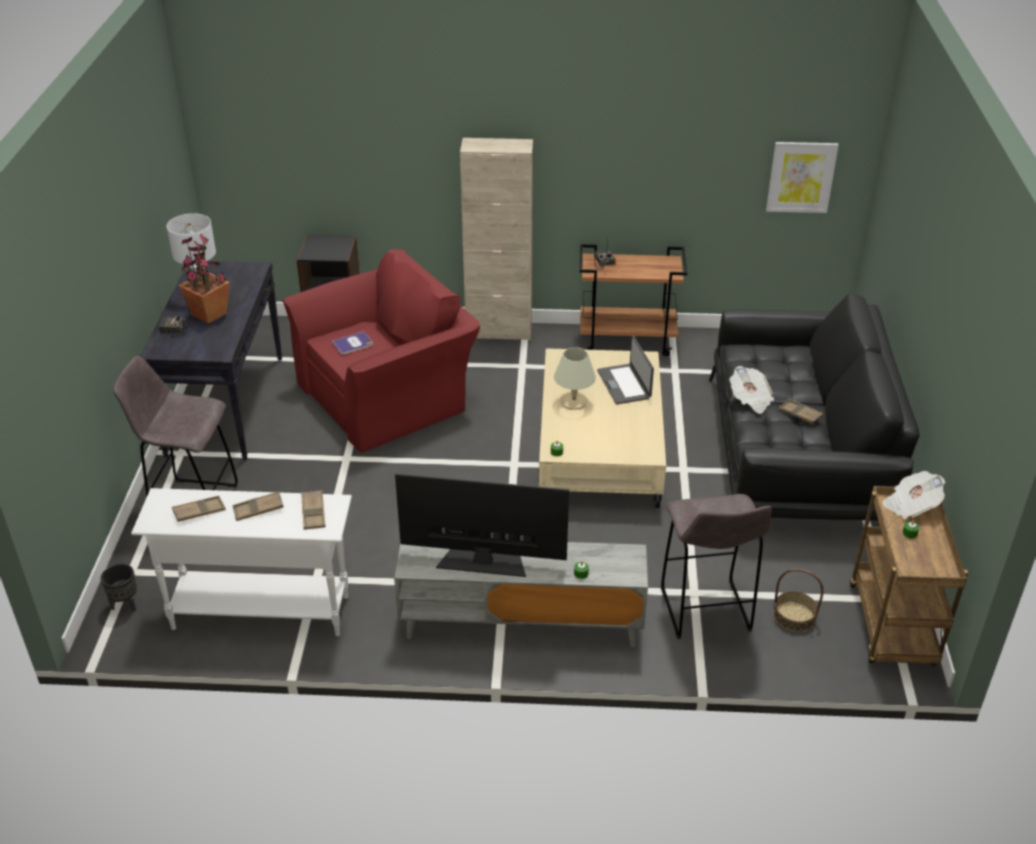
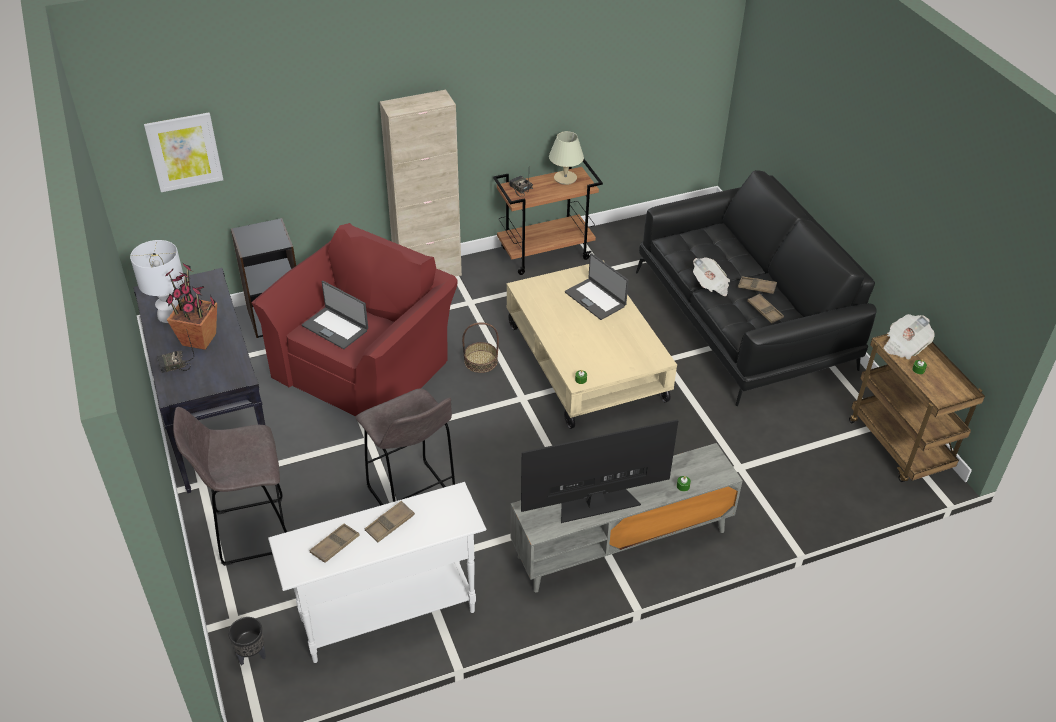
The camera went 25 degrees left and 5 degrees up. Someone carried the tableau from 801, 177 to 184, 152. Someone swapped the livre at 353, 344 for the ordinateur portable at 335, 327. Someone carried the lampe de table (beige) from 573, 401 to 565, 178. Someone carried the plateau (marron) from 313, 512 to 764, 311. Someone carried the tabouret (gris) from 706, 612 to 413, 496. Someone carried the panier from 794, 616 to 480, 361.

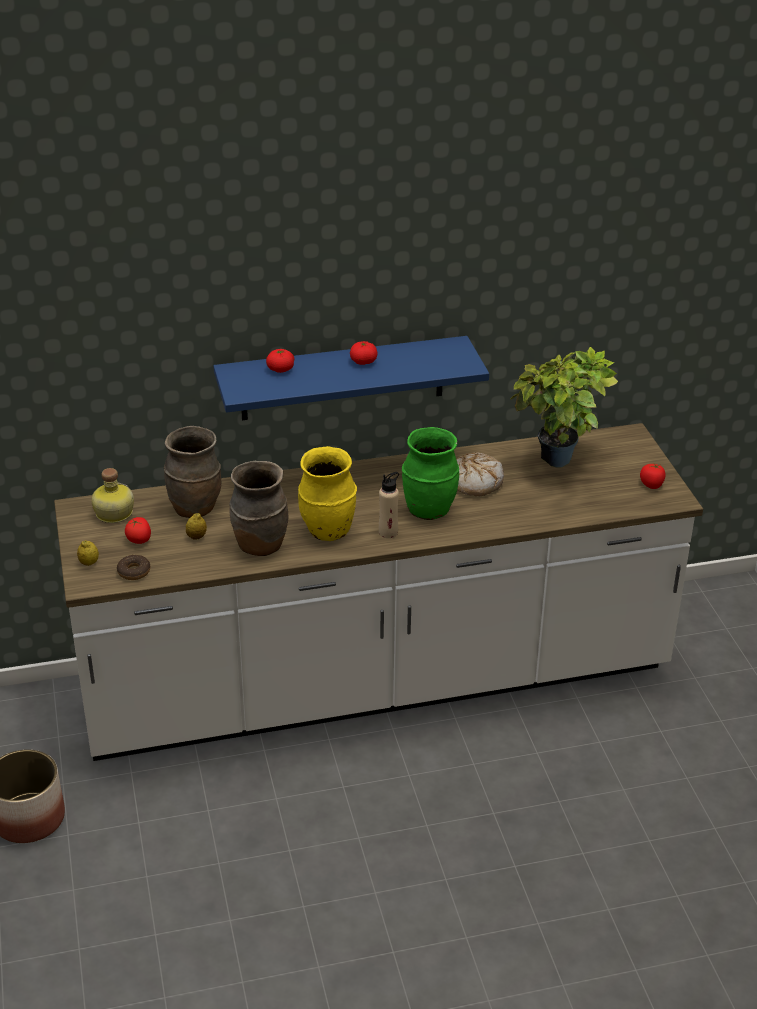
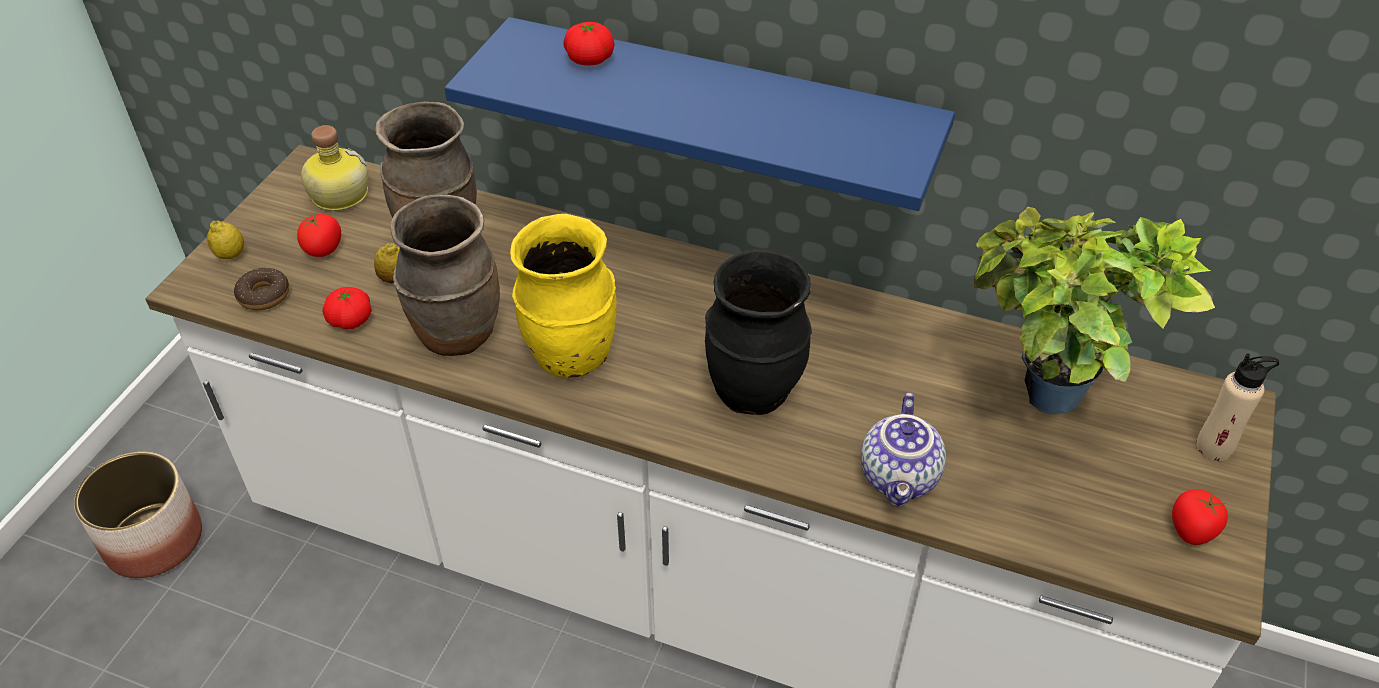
The camera went 35 degrees right and 10 degrees up. Someone carried the tomate from 363, 362 to 350, 320. Someone repainted the vase (vert) at 428, 509, which became the vase (noir) at 754, 390. Someone took away the pain at 475, 481. Someone carried the bouteille (beige) from 388, 532 to 1214, 447. Someone put down the théière at 901, 478.

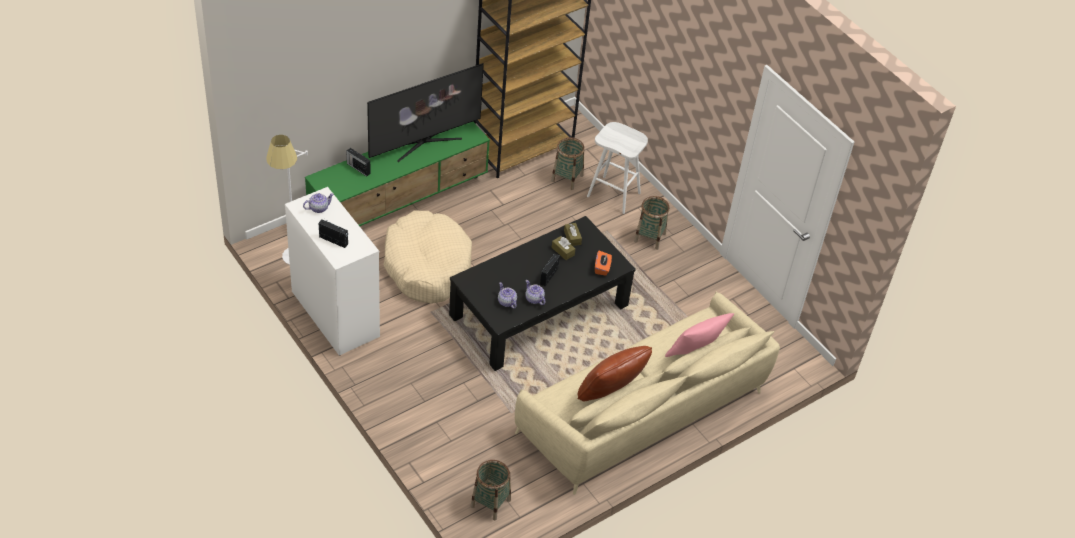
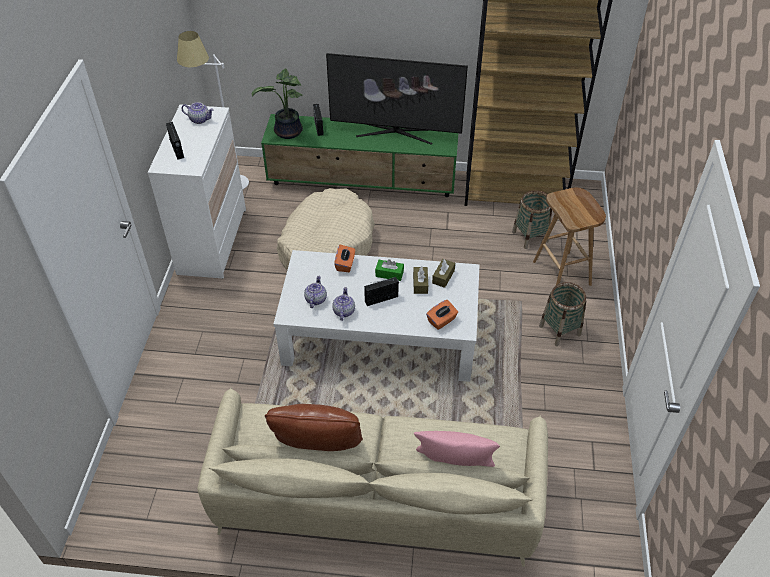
The camera went 45 degrees right and 0 degrees up. Someone repainted the tabouret (blanc) at 614, 194, which became the tabouret (marron) at 562, 273. Someone repainted the table basse (noir) at 538, 310, which became the table basse (blanc) at 379, 335. Someone took away the panier at 490, 503. Someone put down the plante en pot at 288, 133. Someone put down the boîte à mouchoirs (orange) at 345, 264. Someone put down the boîte à mouchoirs (vert) at 389, 274.

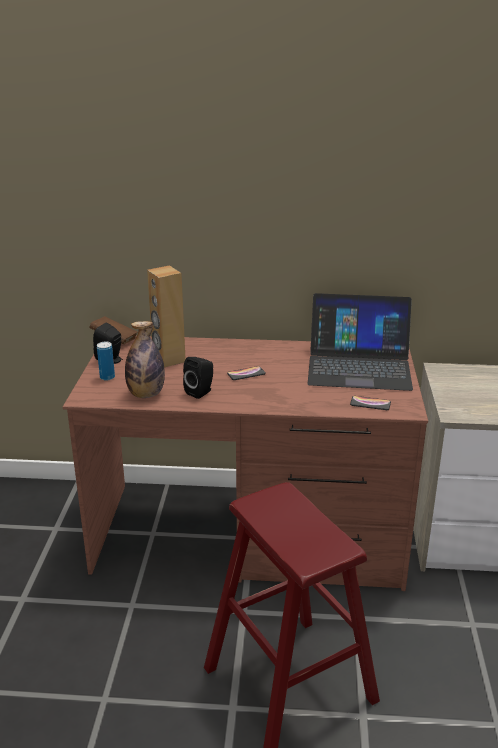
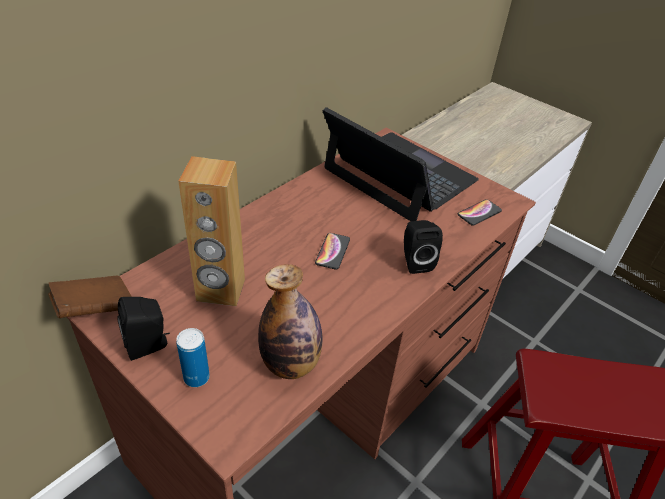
The camera went 55 degrees left and 15 degrees up. Someone rotated the ordinateur portable at 359, 366 by 90 degrees counterclockwise. Someone carried the enceinte (noir) from 201, 392 to 415, 261.

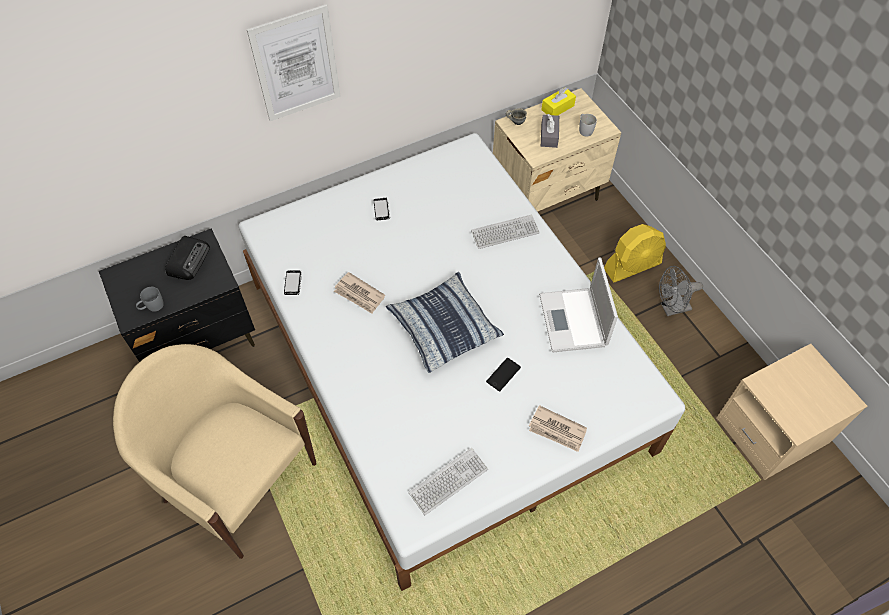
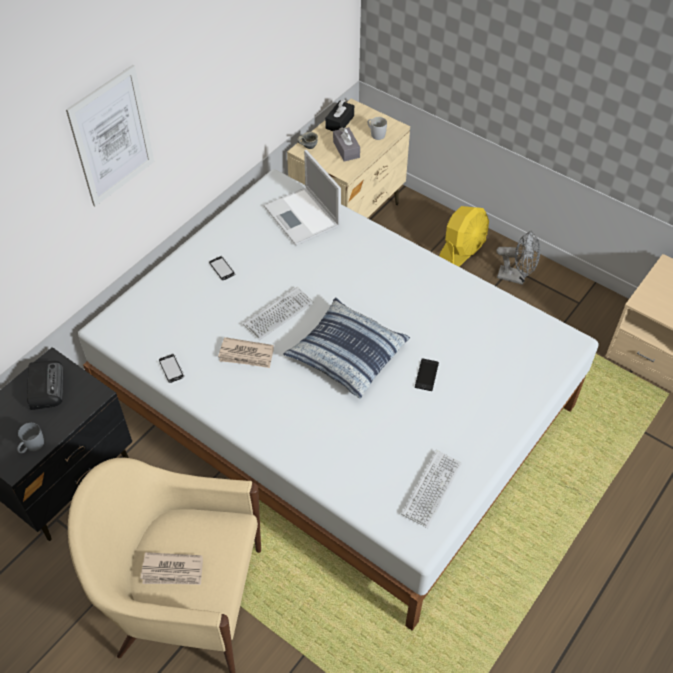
The camera went 25 degrees left and 5 degrees down. Someone repainted the boîte à mouchoirs (jaune) at 557, 108, which became the boîte à mouchoirs (noir) at 339, 122. Someone carried the clavier from 505, 232 to 278, 314. Someone carried the ordinateur portable from 573, 321 to 303, 217. Someone rotated the ventilateur (gris) at 671, 309 by 120 degrees counterclockwise. Someone carried the journal from 557, 430 to 173, 571.

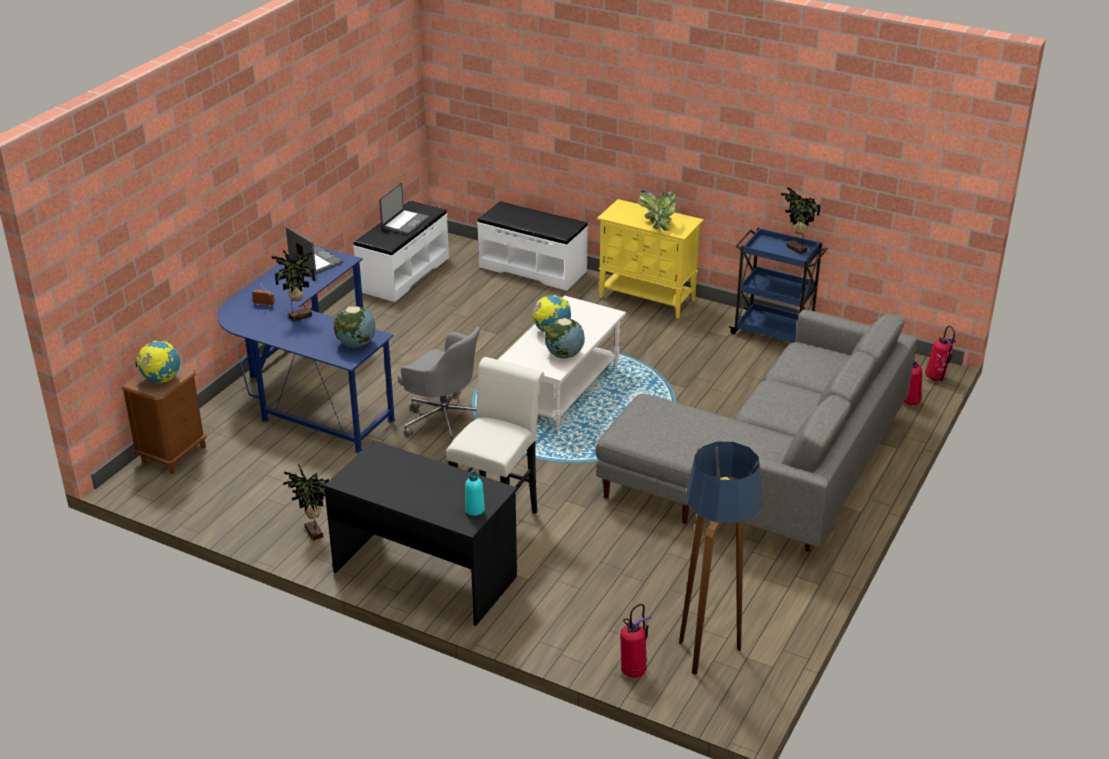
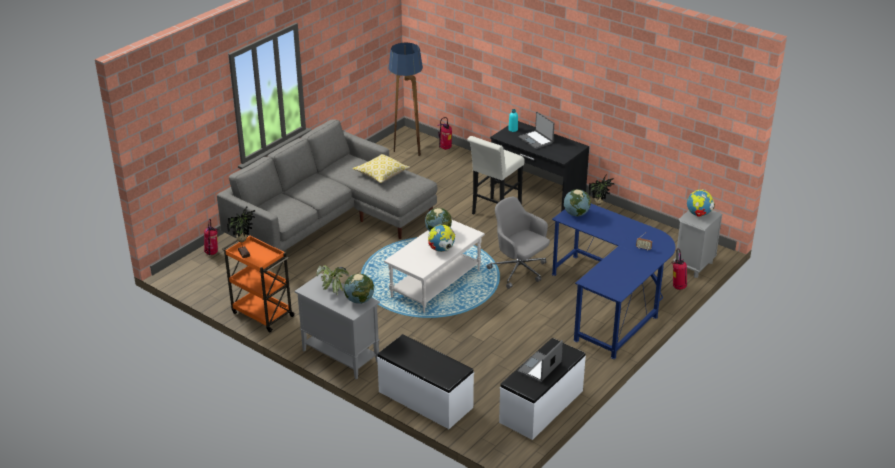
The camera went 170 degrees left and 0 degrees up. Someone repainted the meuble de rangement (jaune) at 648, 298, which became the meuble de rangement (gris) at 340, 356. Someone carried the ordinateur portable from 315, 261 to 536, 140. Someone repainted the chariot (bleu) at 773, 332, which became the chariot (orange) at 261, 314. Someone took away the plante en pot at 299, 316. Someone carried the extincteur from 936, 378 to 678, 287. Someone repainted the table de chevet (marron) at 173, 454, which became the table de chevet (gris) at 693, 266. Someone put down the coussin at 381, 174. Someone put down the globe at 359, 300.

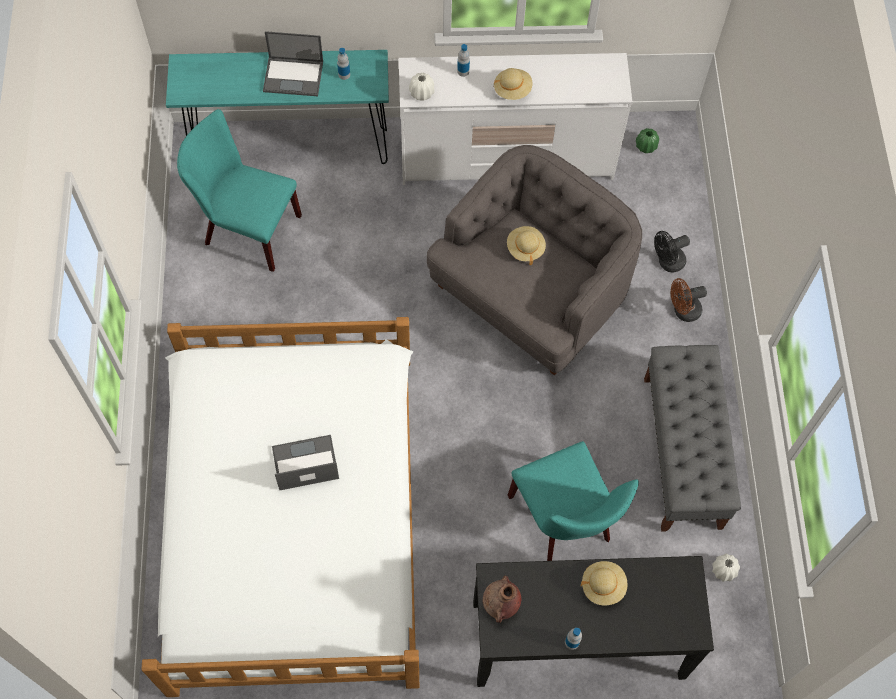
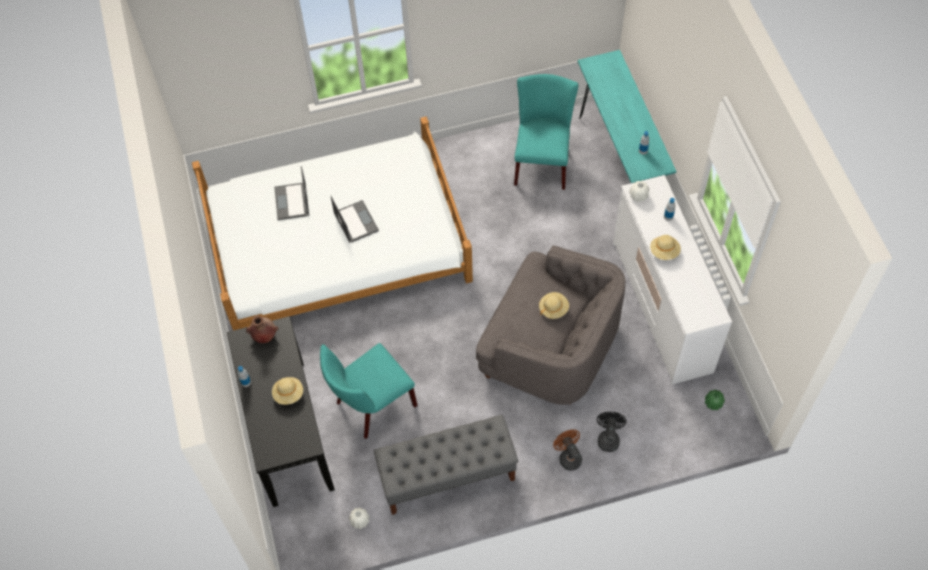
The camera went 80 degrees right and 5 degrees down. Someone carried the ordinateur portable from 294, 76 to 292, 202. Someone rotated the ventilateur (noir) at 667, 263 by 45 degrees clockwise.

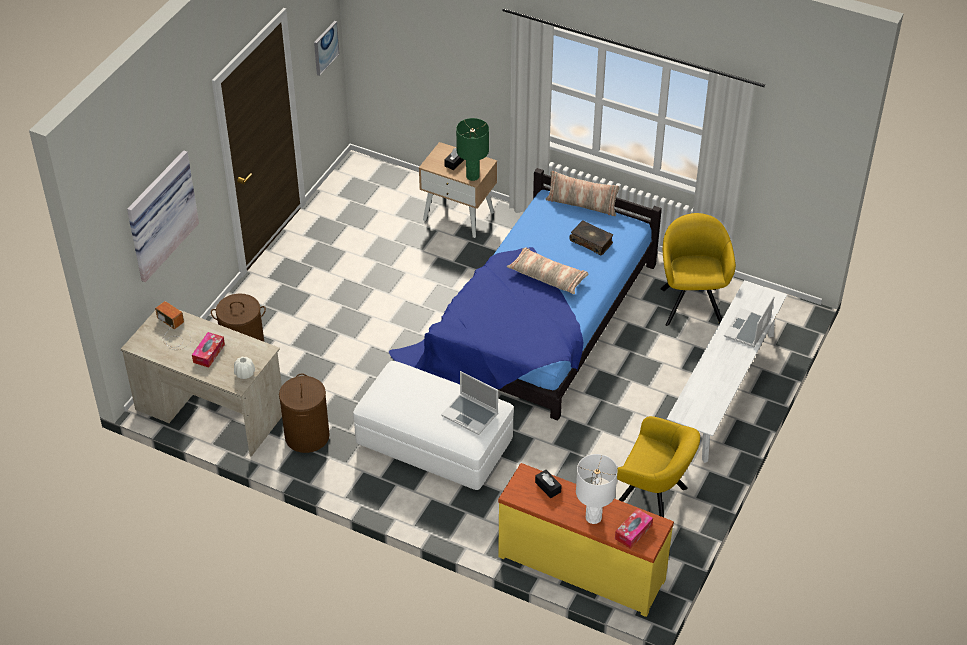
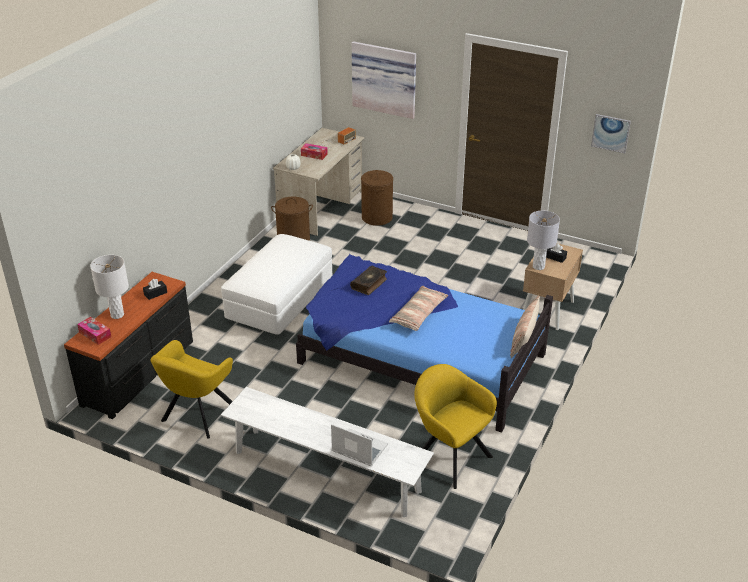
The camera went 90 degrees right and 10 degrees down. Someone repainted the lampe de table (vert) at 472, 176, which became the lampe de table (gris) at 538, 266. Someone rotated the fauteuil (jaune) at 691, 302 by 135 degrees counterclockwise. Someone carried the livre from 591, 241 to 369, 284. Someone took away the ordinateur portable at 471, 415. Someone repainted the commode (jaune) at 582, 566, which became the commode (noir) at 140, 373.

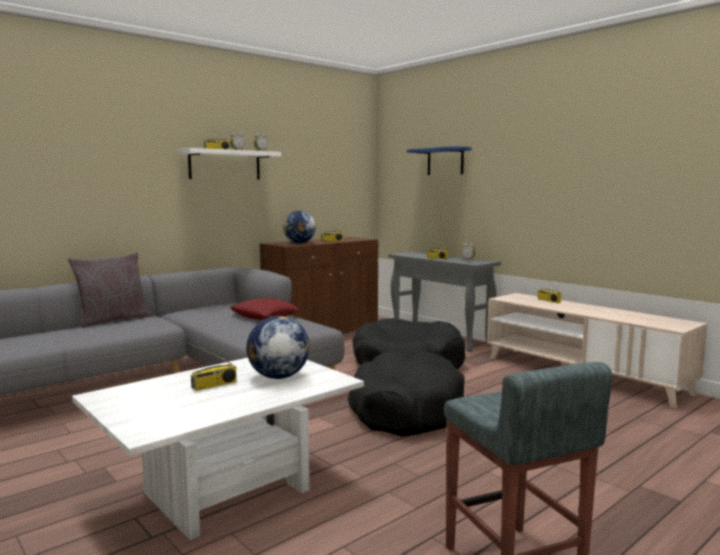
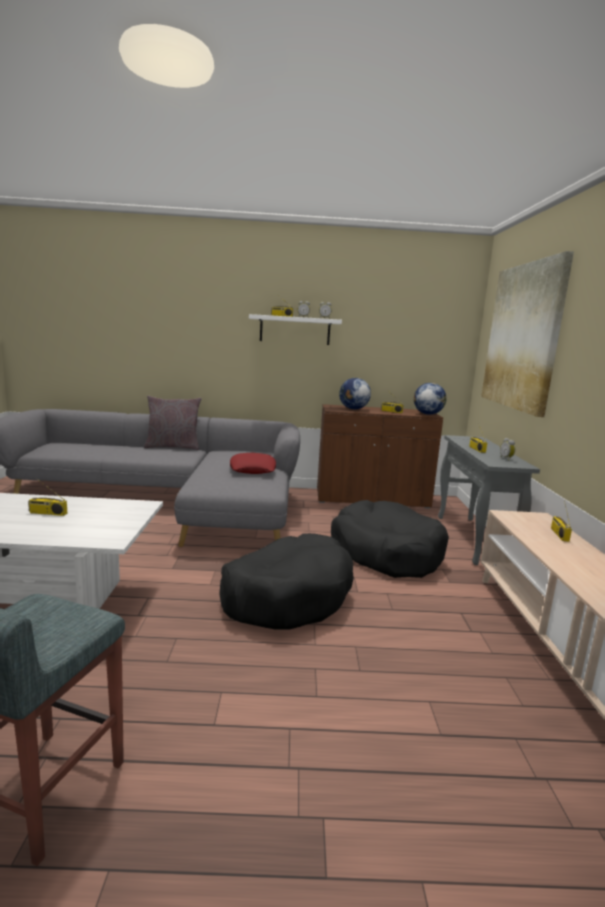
The camera went 40 degrees right and 5 degrees up. Someone swapped the étagère (bleu) at 445, 161 for the tableau at 522, 337. Someone carried the globe from 278, 377 to 427, 414.

